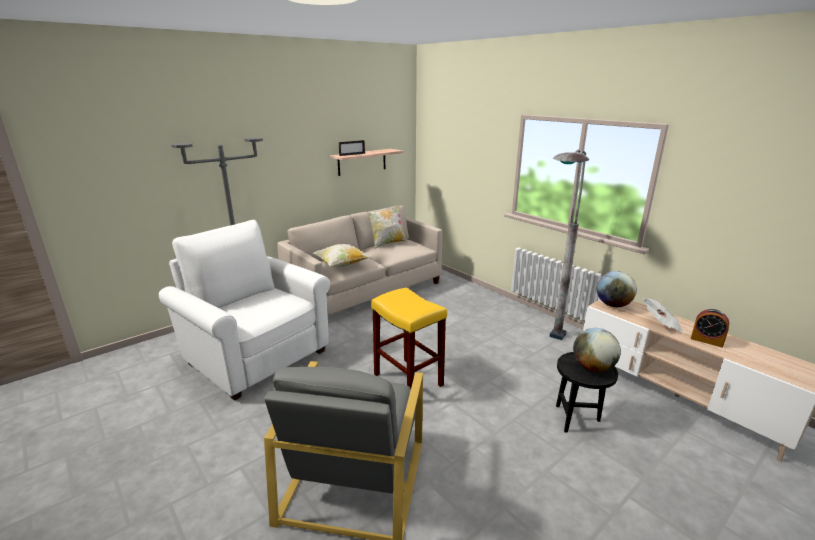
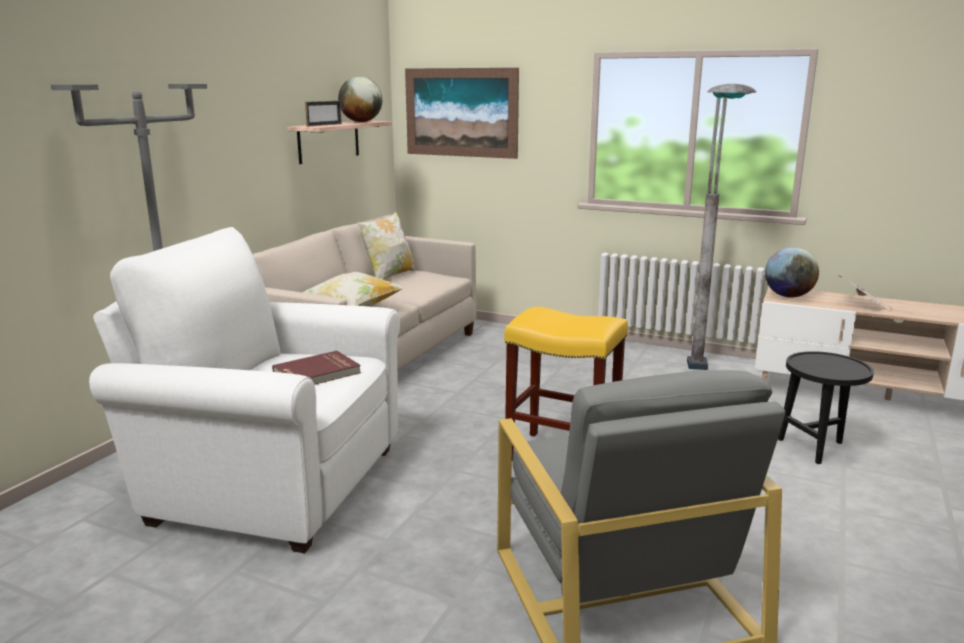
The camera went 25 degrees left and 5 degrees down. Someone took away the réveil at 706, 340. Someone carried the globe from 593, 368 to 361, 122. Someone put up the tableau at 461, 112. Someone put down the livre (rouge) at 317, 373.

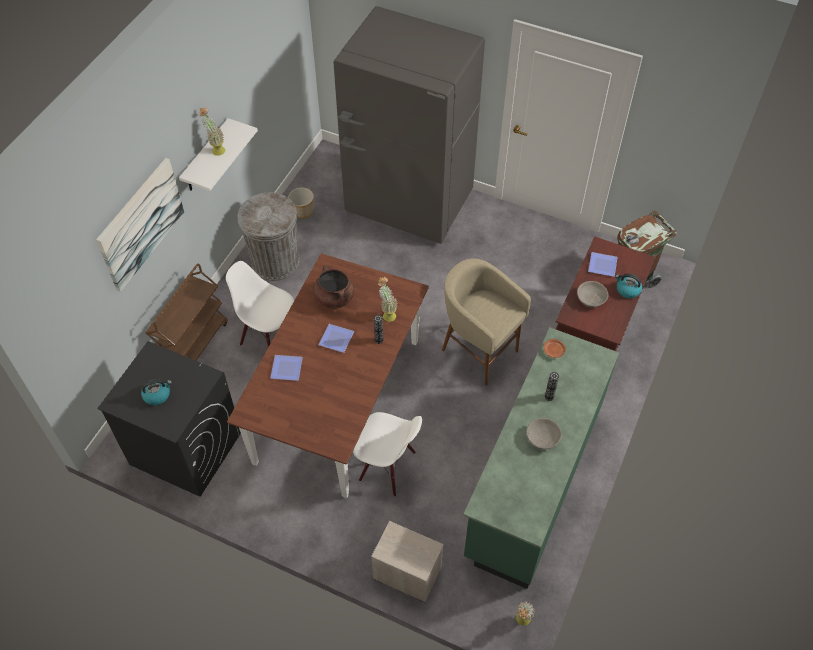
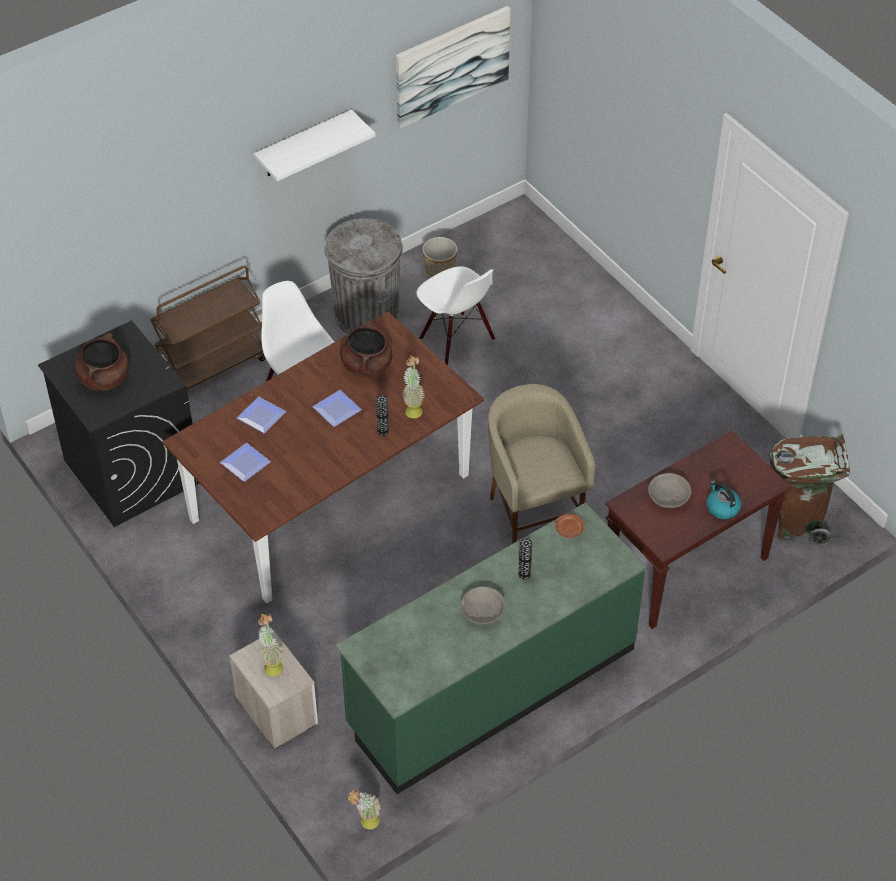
The camera went 30 degrees right and 5 degrees down. Someone took away the réfrigérateur (gris) at 408, 204. Someone carried the plante en pot from 216, 149 to 272, 664. Someone carried the tableau from 140, 224 to 452, 66. Someone carried the assiette from 603, 266 to 245, 465. Someone swapped the bouilloire at 157, 395 for the marmite (marron) at 104, 378. Someone carried the chaise (blanc) from 387, 467 to 456, 340.

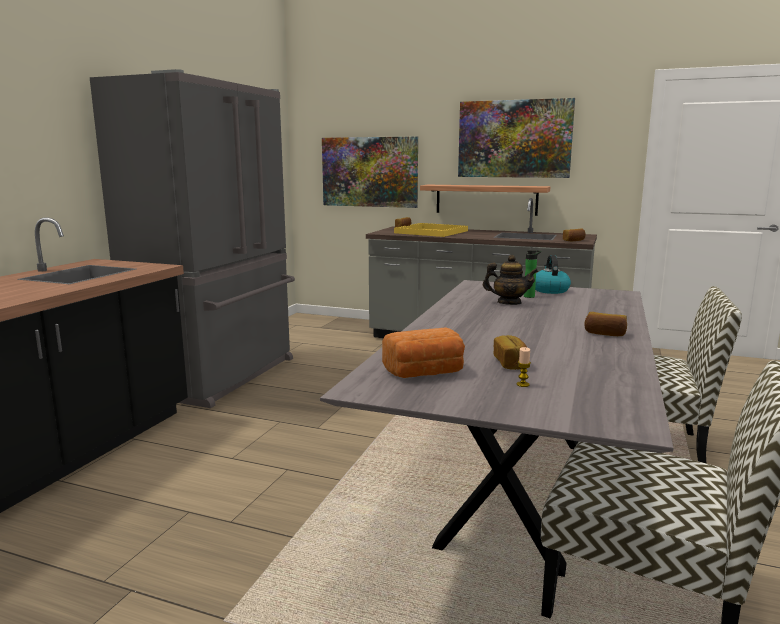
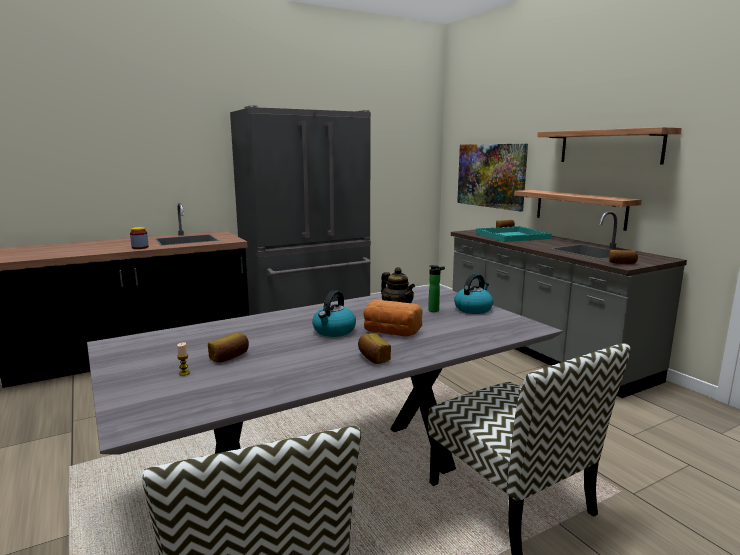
The camera went 40 degrees right and 0 degrees up. Someone swapped the tableau at 514, 139 for the étagère at 609, 146. Someone repainted the plateau (jaune) at 431, 232, which became the plateau (turquoise) at 512, 236. Someone carried the pain from 425, 373 to 390, 332. Someone put down the bocal at 140, 247. Someone put down the bouilloire at 334, 331.

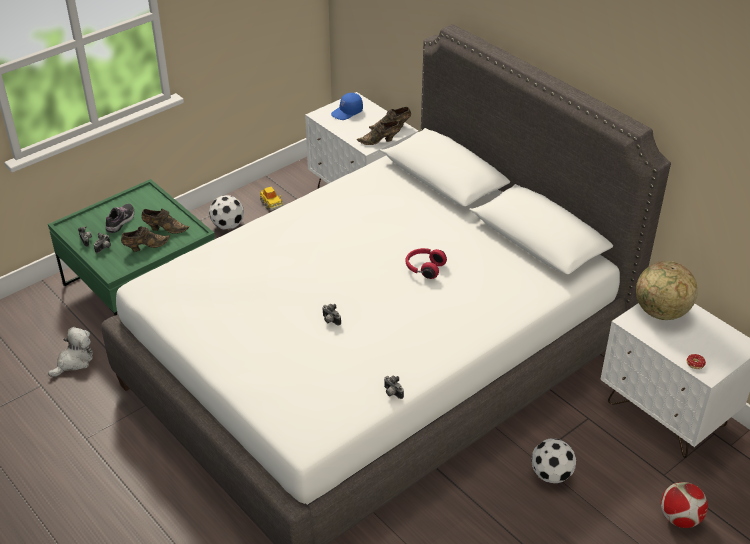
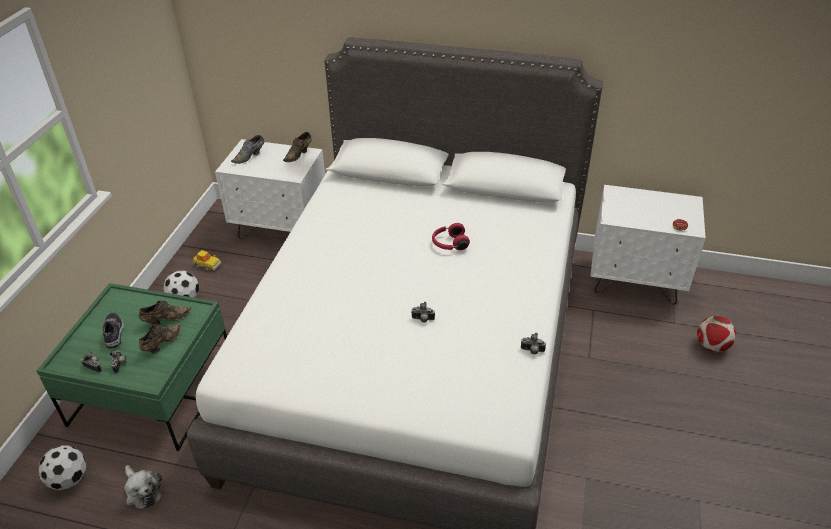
The camera went 35 degrees left and 0 degrees up. Someone swapped the casquette (bleu) at 347, 112 for the chaussure (gris) at 250, 157. Someone took away the chaussure (marron) at 380, 141. Someone took away the globe at 661, 312. Someone rotated the peluche at 74, 361 by 135 degrees clockwise. Someone carried the ballon de foot from 551, 475 to 69, 480.

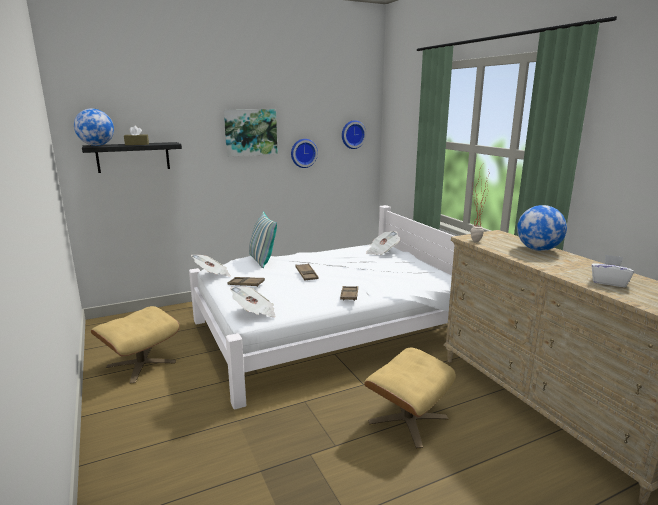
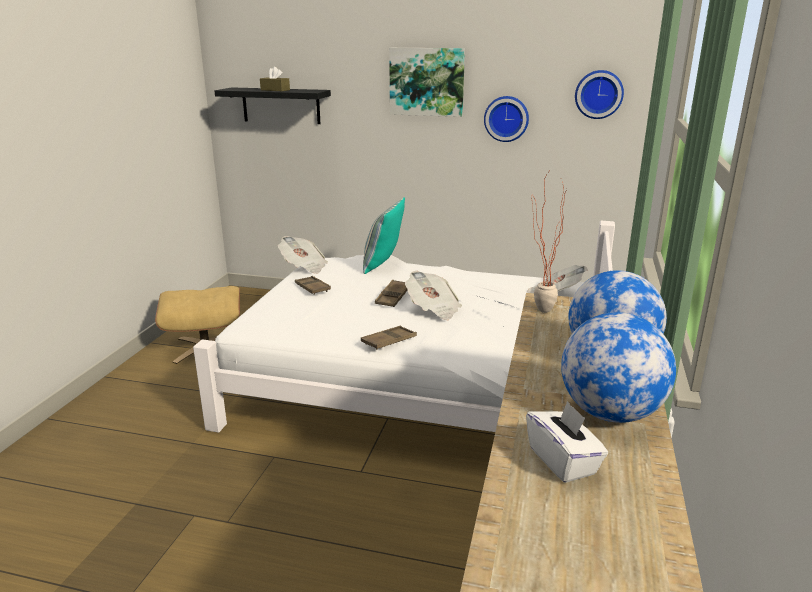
The camera went 40 degrees right and 5 degrees up. Someone carried the globe from 96, 145 to 609, 413. Someone carried the journal from 255, 313 to 433, 309. Someone took away the pouf (beige) at 408, 420.

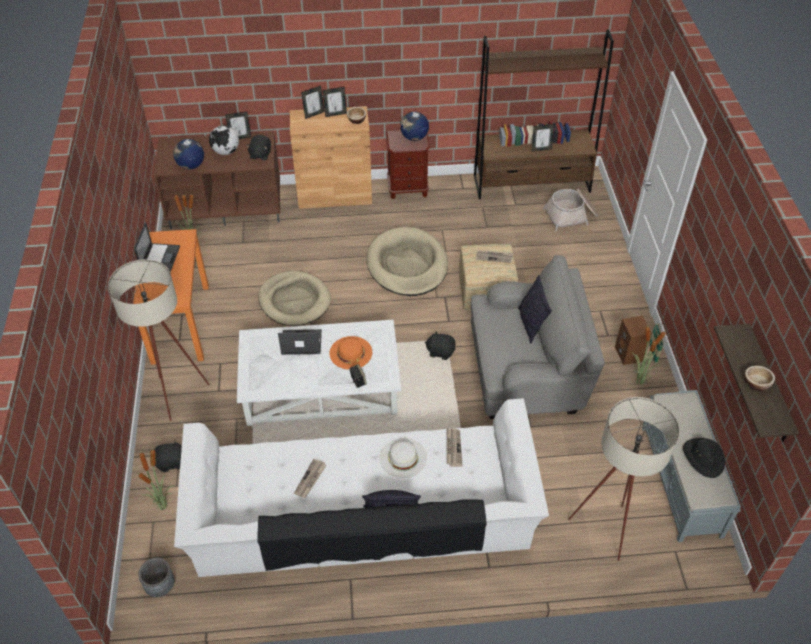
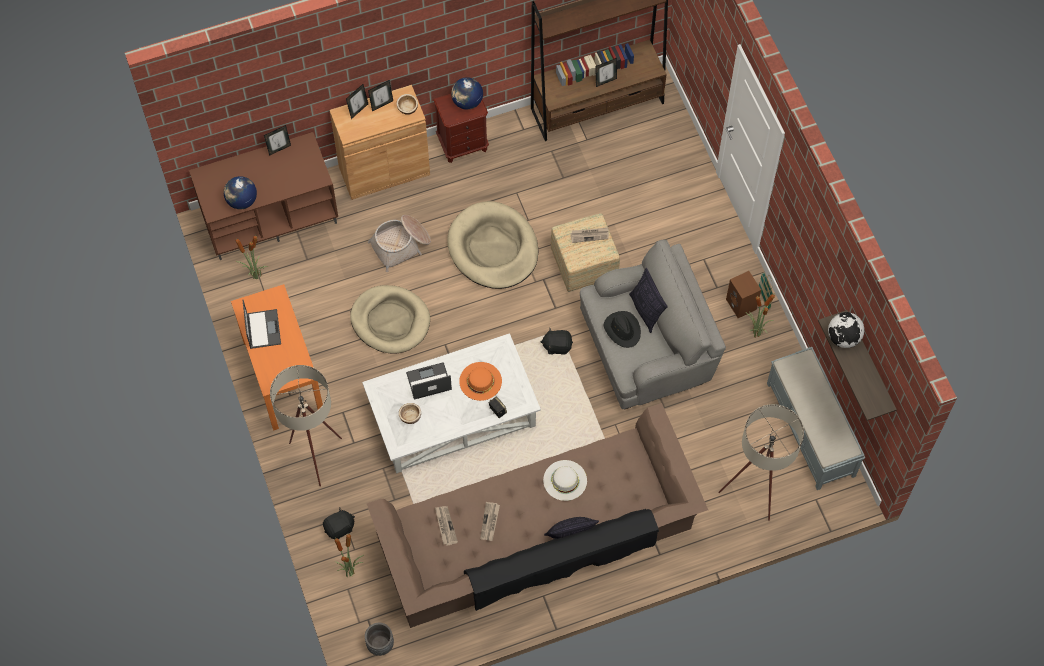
The camera went 15 degrees left and 15 degrees up. Someone carried the globe from 226, 152 to 843, 338. Someone took away the peluche (noir) at 260, 154. Someone carried the panier from 571, 216 to 401, 245. Someone carried the bol from 756, 383 to 410, 416. Someone repainted the canapé (blanc) at 362, 520, which became the canapé (marron) at 536, 540. Someone carried the journal from 453, 448 to 445, 526. Someone carried the chapeau (noir) from 703, 458 to 622, 330.

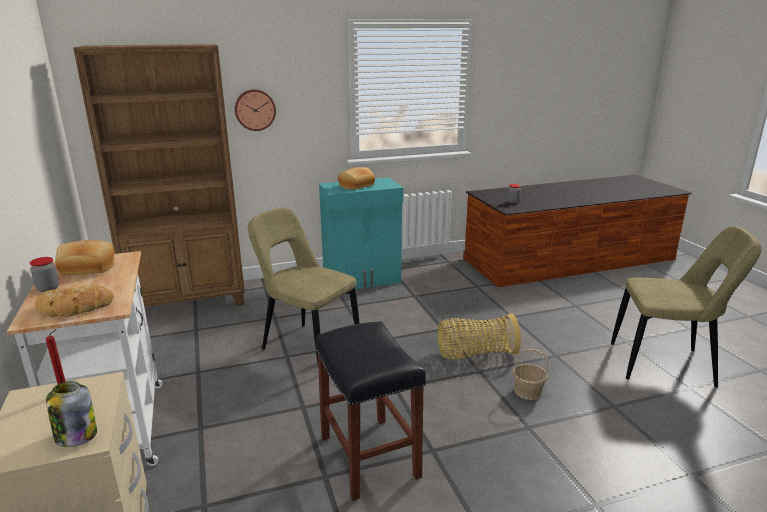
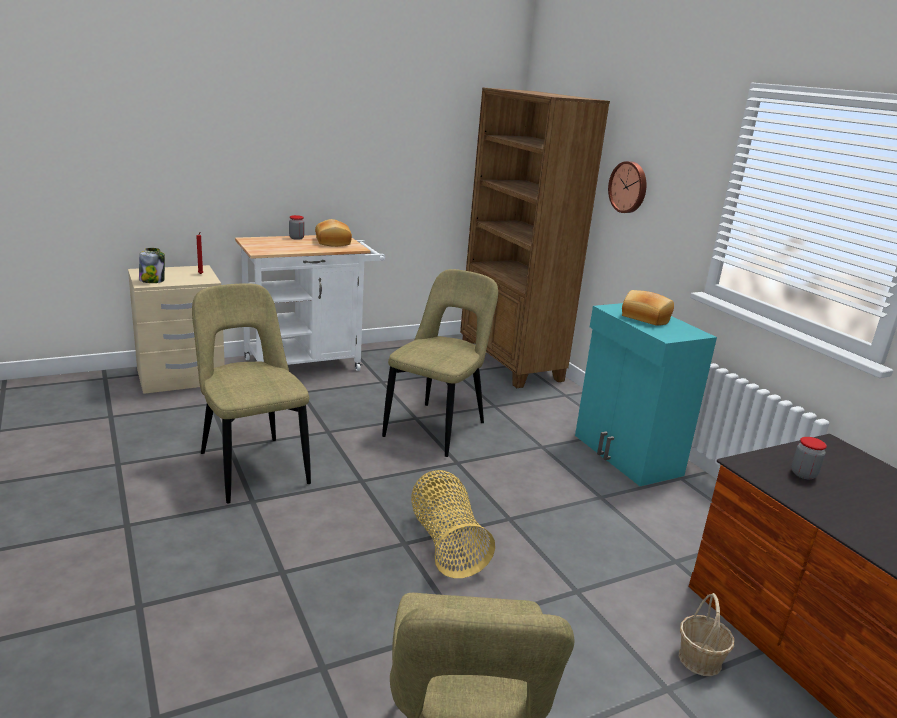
The camera went 80 degrees right and 0 degrees up. Someone took away the pain at 75, 307. Someone swapped the tabouret (noir) at 368, 455 for the chaise (beige) at 252, 466. Someone carried the panier from 527, 391 to 700, 659.

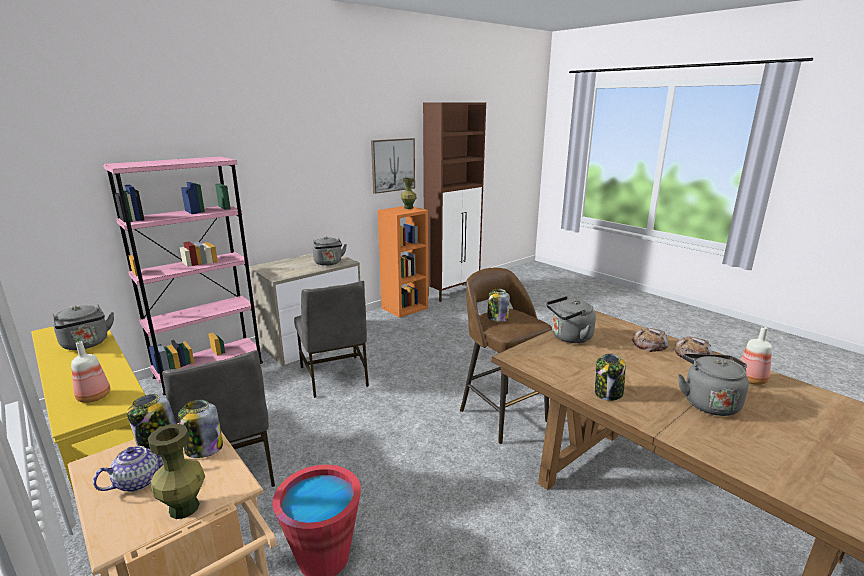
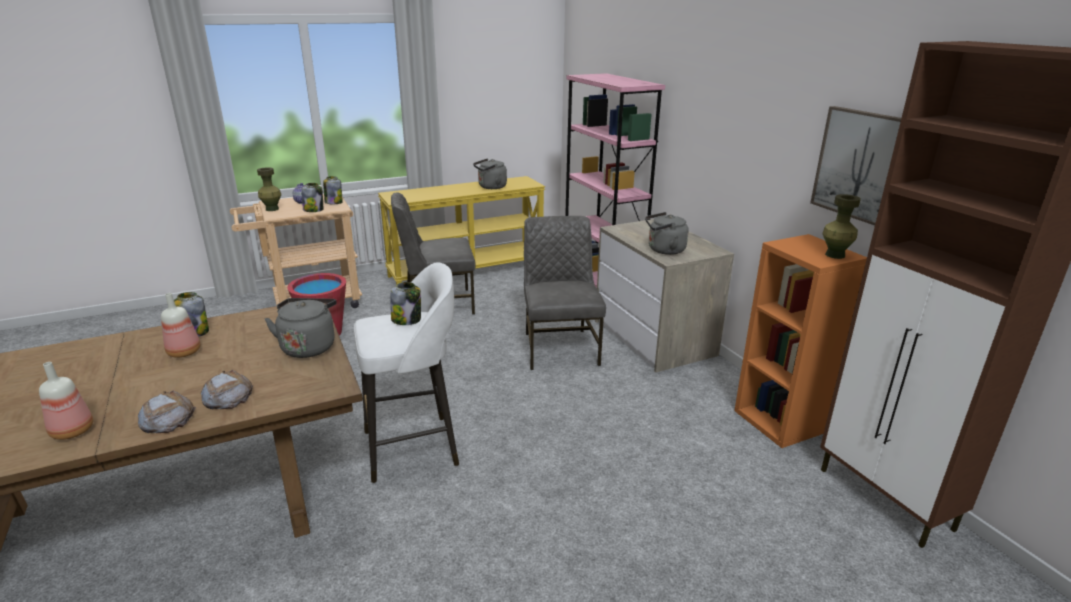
The camera went 105 degrees right and 5 degrees up. Someone repainted the tabouret (marron) at 501, 414, which became the tabouret (blanc) at 414, 447. Someone rotated the chaise (gris) at 335, 376 by 90 degrees clockwise. Someone carried the bouteille from 93, 397 to 185, 352. Someone took away the bouilloire (gris) at 708, 402.

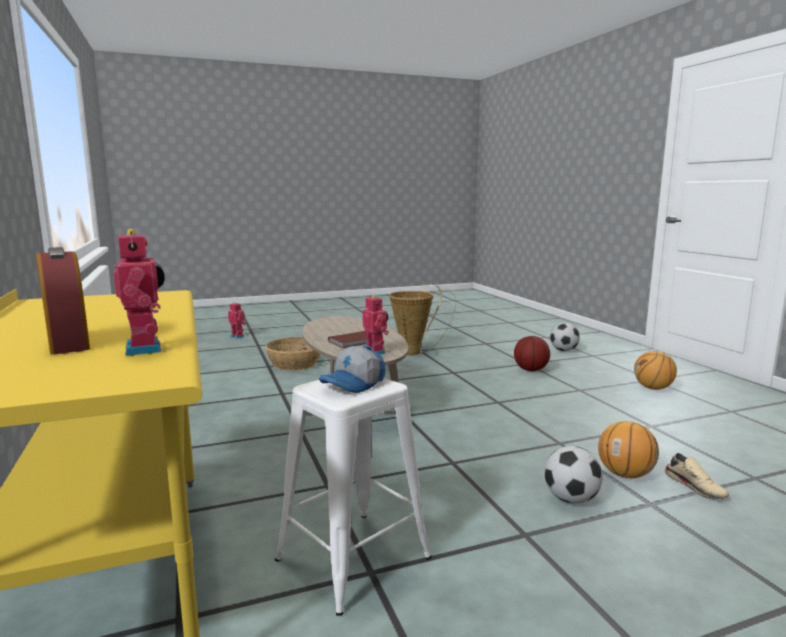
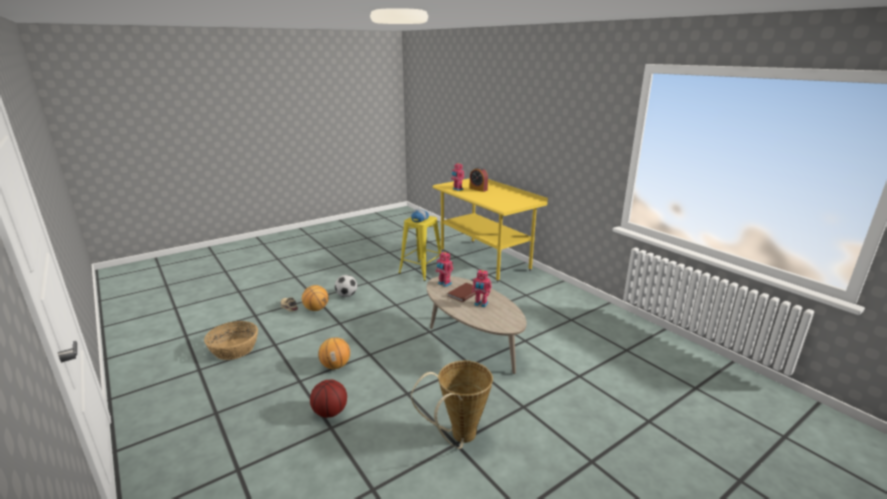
The camera went 165 degrees right and 10 degrees up. Someone carried the robot jouet from 238, 336 to 480, 304. Someone took away the ballon de foot at 563, 350. Someone carried the panier from 295, 364 to 234, 349. Someone carried the ballon de basket from 653, 388 to 335, 366. Someone repainted the tabouret (blanc) at 353, 558, which became the tabouret (jaune) at 421, 270.

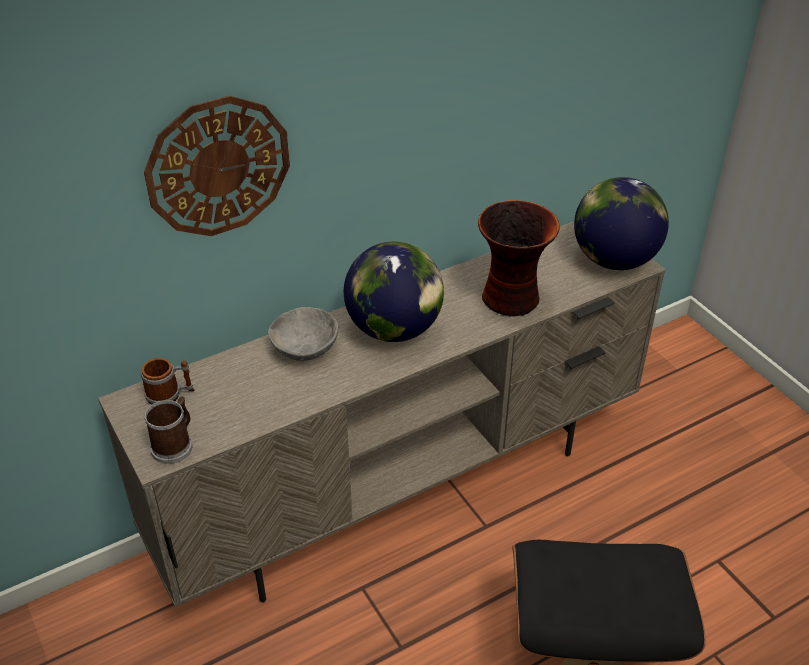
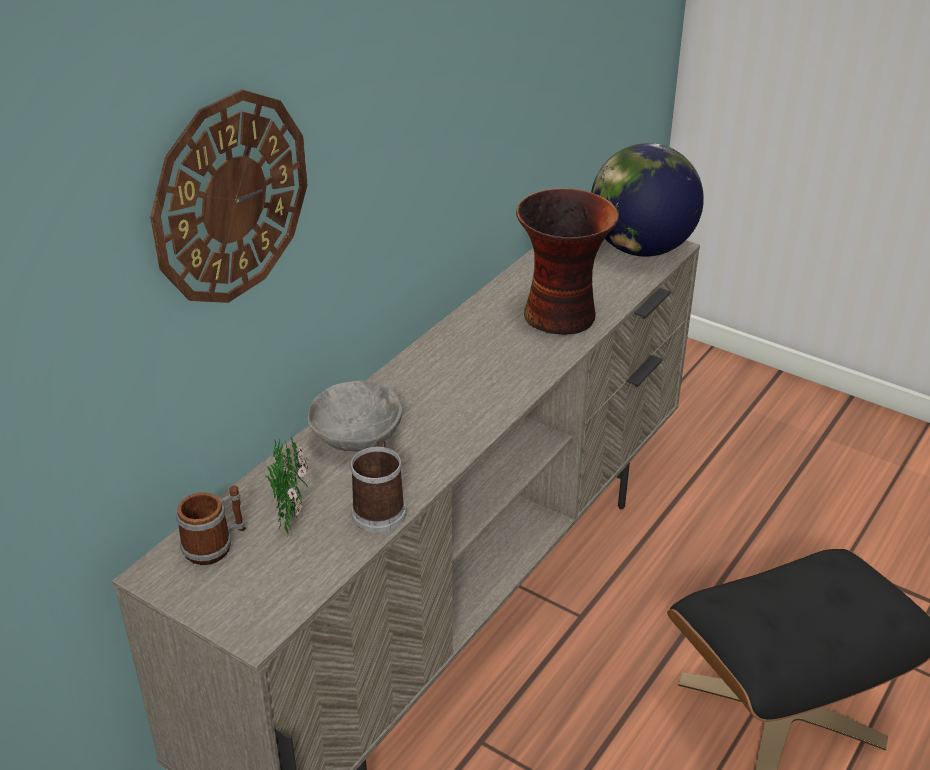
The camera went 25 degrees left and 5 degrees down. Someone took away the globe at 393, 329. Someone carried the mug from 175, 444 to 379, 509. Someone put down the plante en pot at 289, 510.

